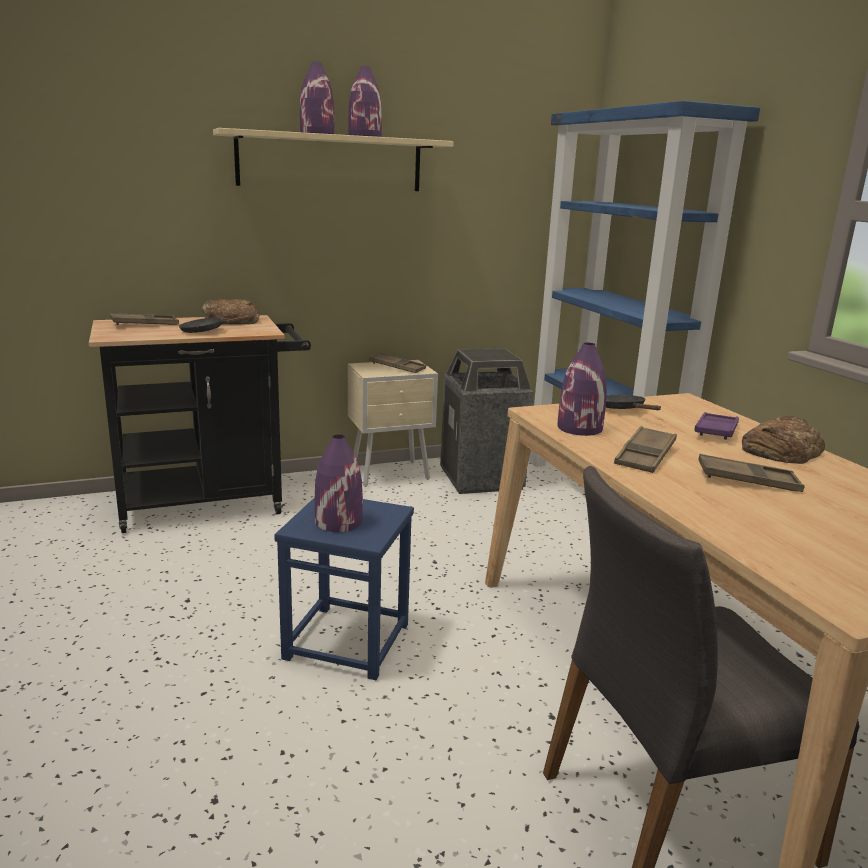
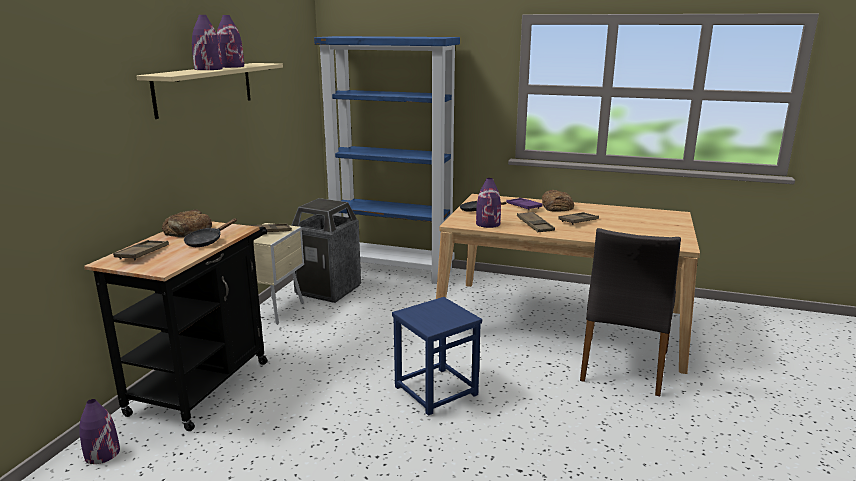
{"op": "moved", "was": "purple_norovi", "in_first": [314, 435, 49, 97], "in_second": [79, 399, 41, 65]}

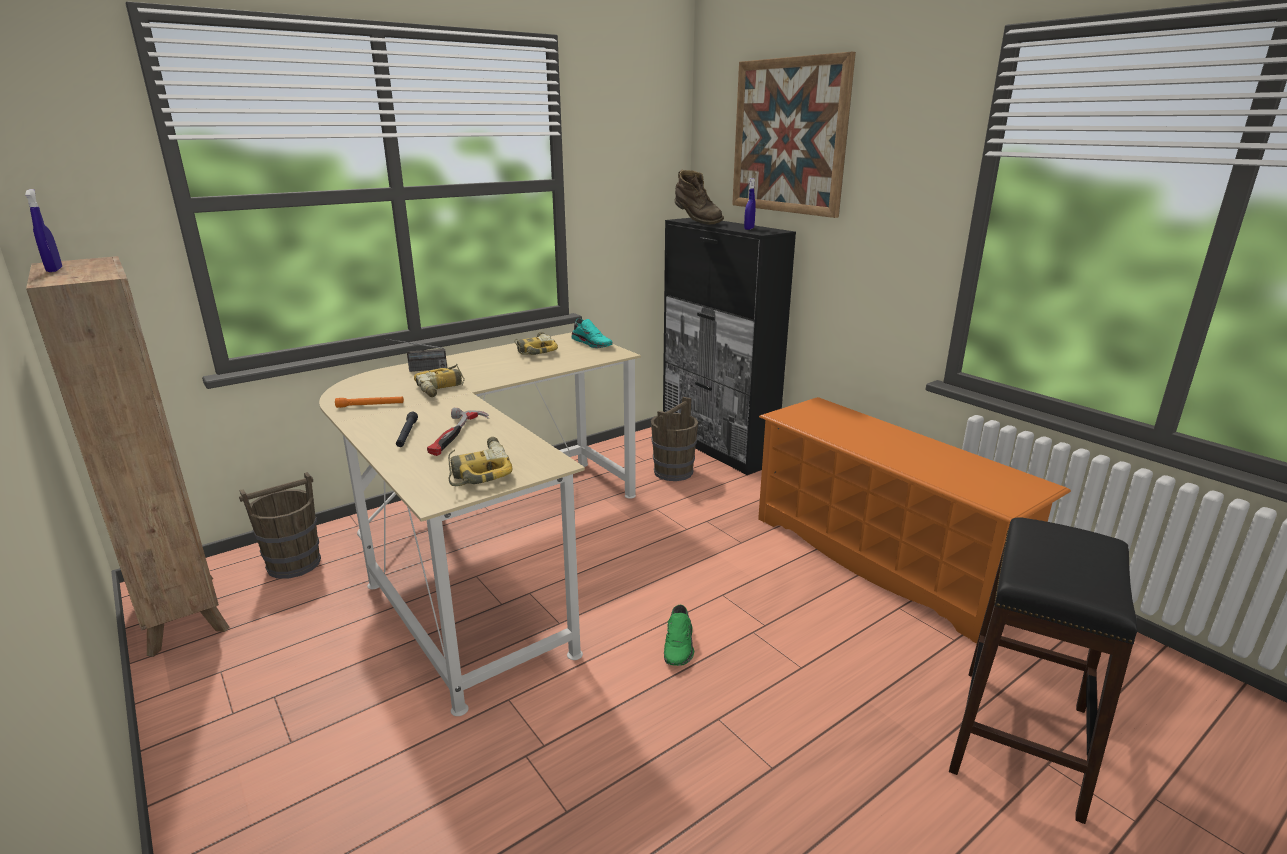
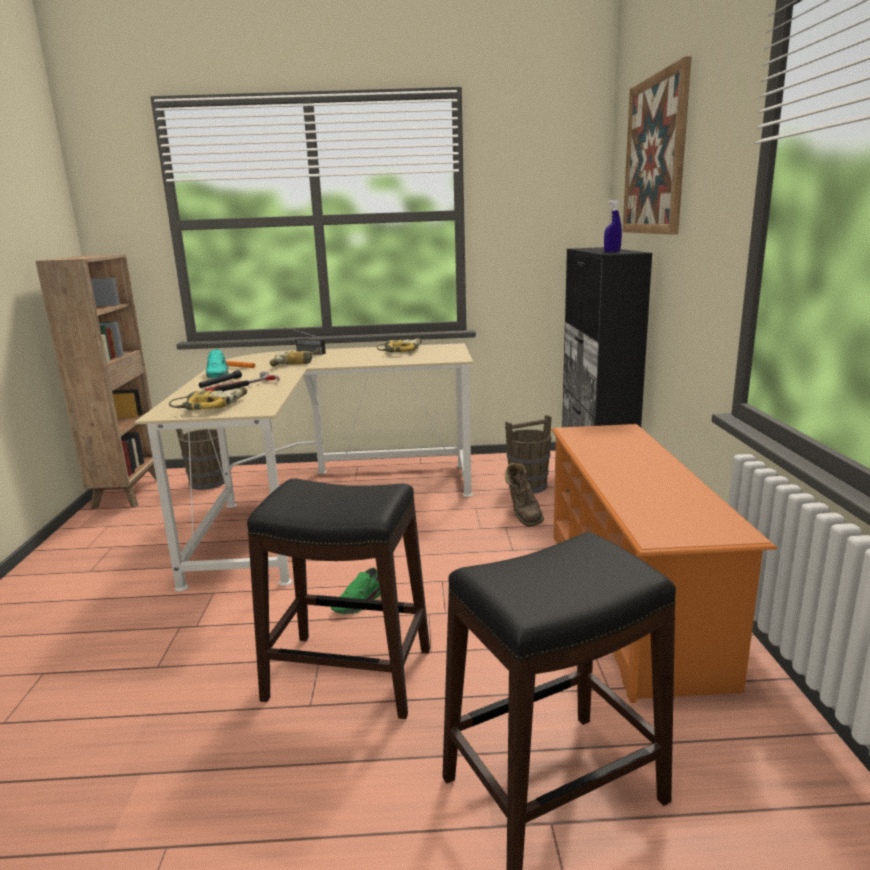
{"op": "moved", "was": "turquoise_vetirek", "in_first": [571, 318, 42, 30], "in_second": [206, 349, 24, 29]}
{"op": "added", "now": "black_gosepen", "in_second": [247, 478, 183, 241]}
{"op": "moved", "was": "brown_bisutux", "in_first": [675, 170, 49, 54], "in_second": [505, 462, 39, 65]}
{"op": "removed", "was": "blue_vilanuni", "in_first": [25, 189, 37, 83]}

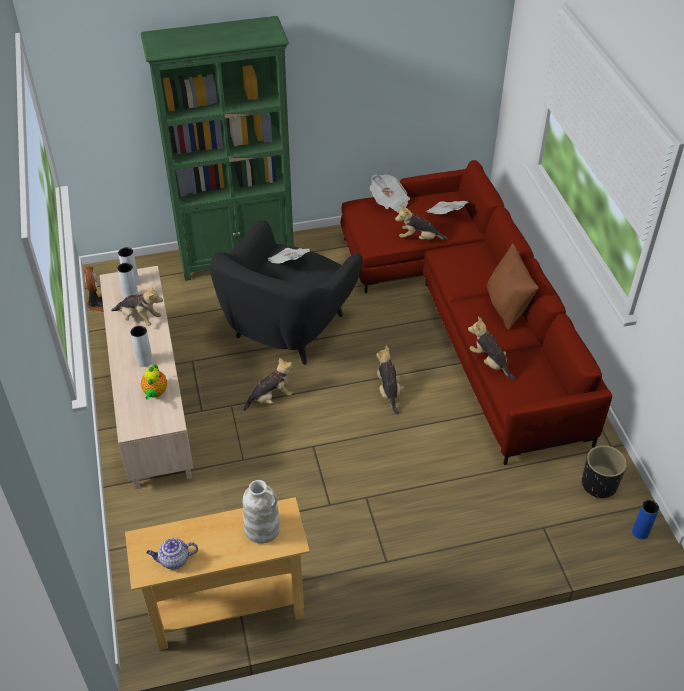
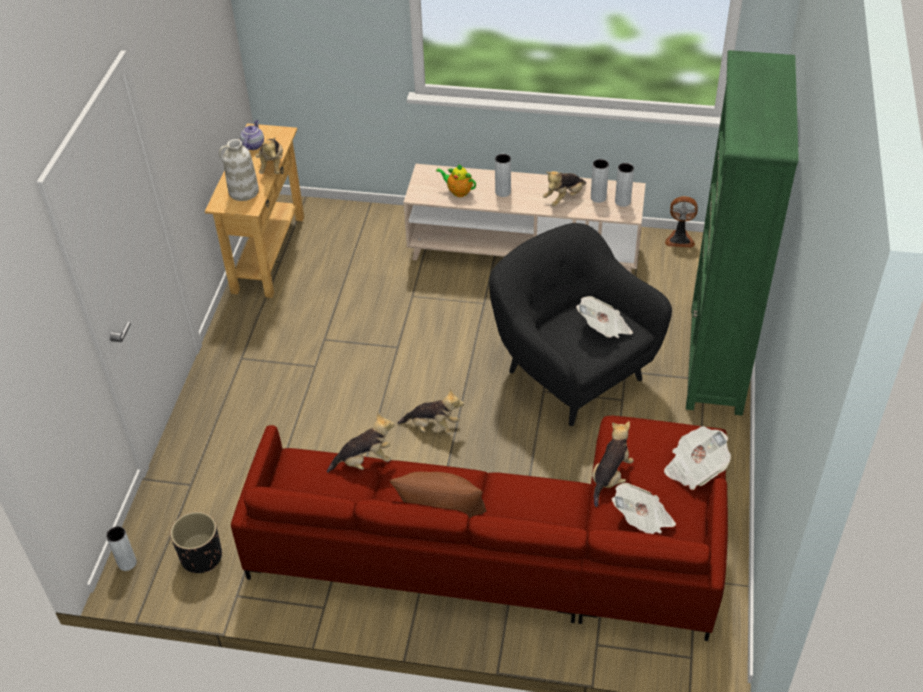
{"op": "recoloured", "was": "blue_norovi", "now": "grey_norovi", "in_first": [632, 500, 27, 39], "in_second": [106, 526, 31, 45]}
{"op": "moved", "was": "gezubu", "in_first": [244, 357, 48, 54], "in_second": [256, 137, 27, 37]}

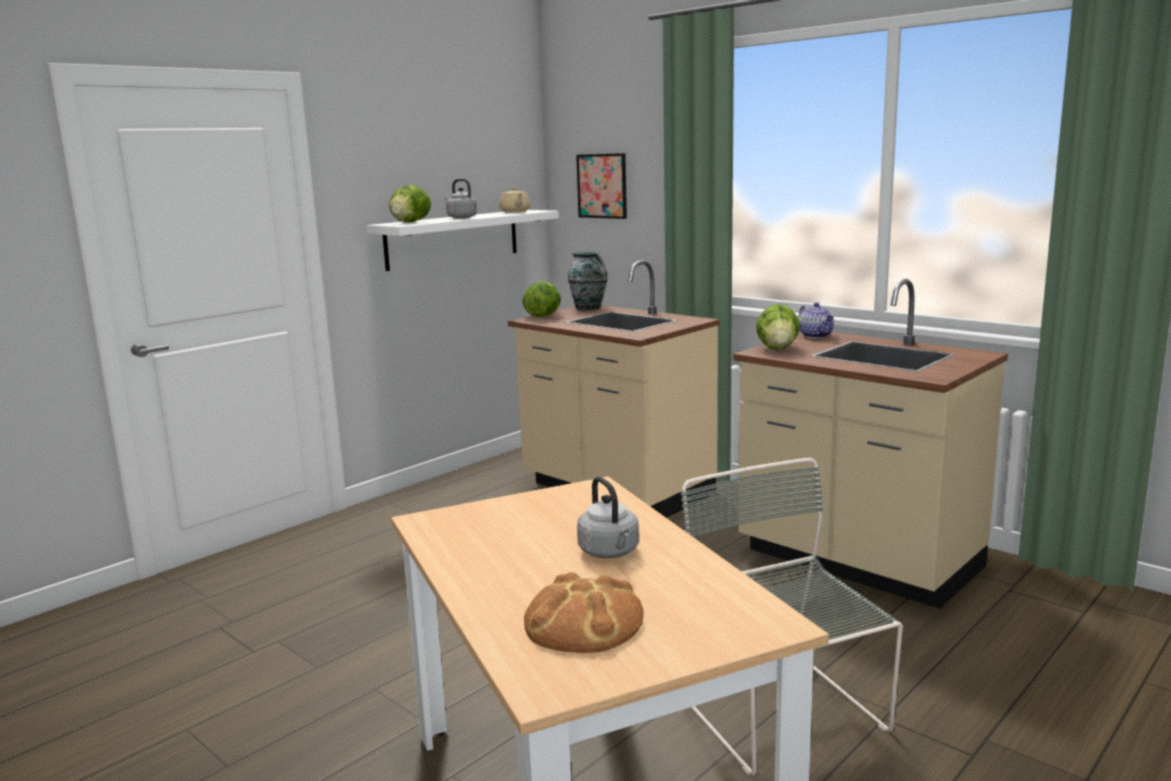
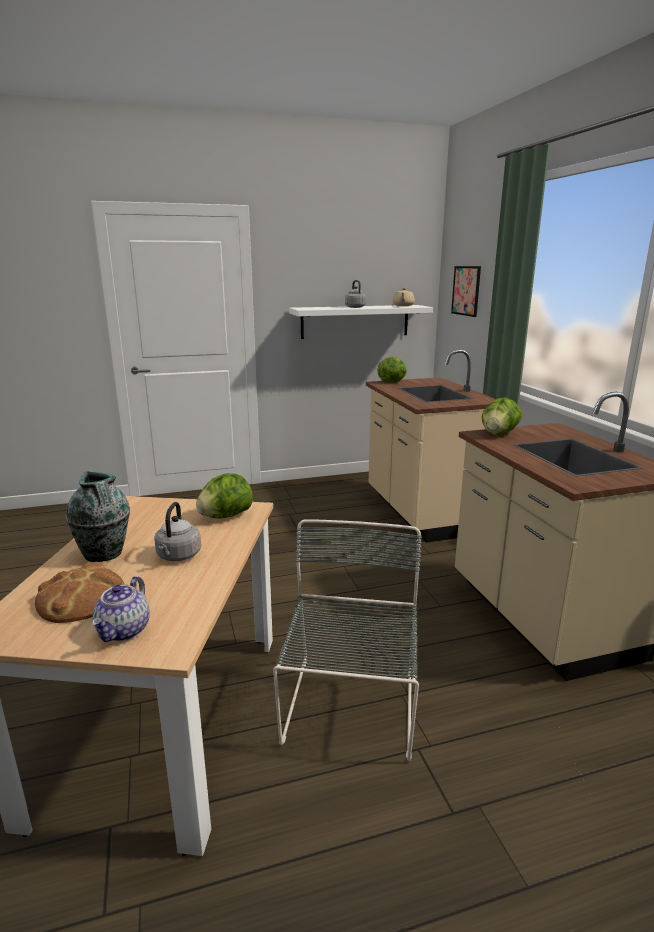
{"op": "moved", "was": "norovi", "in_first": [568, 251, 40, 59], "in_second": [66, 471, 64, 91]}
{"op": "moved", "was": "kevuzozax", "in_first": [799, 302, 35, 36], "in_second": [92, 576, 58, 66]}
{"op": "moved", "was": "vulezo", "in_first": [389, 184, 42, 39], "in_second": [196, 473, 57, 46]}

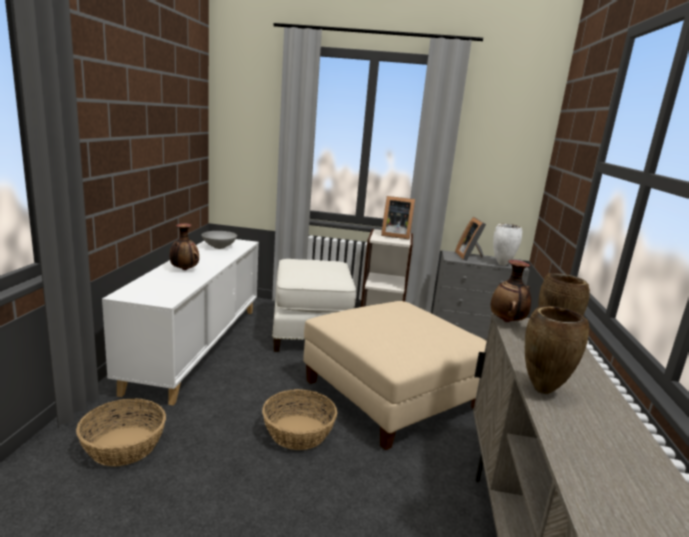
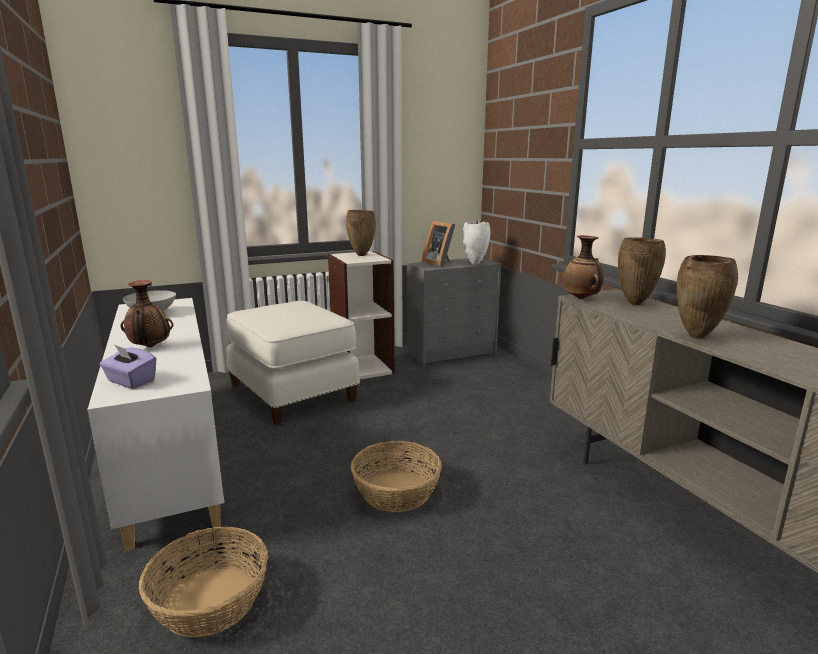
{"op": "added", "now": "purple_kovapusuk", "in_second": [99, 344, 57, 45]}
{"op": "replaced", "was": "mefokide", "now": "brown_norovi", "in_first": [381, 196, 34, 44], "in_second": [346, 210, 30, 46]}
{"op": "removed", "was": "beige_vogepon", "in_first": [303, 301, 184, 149]}

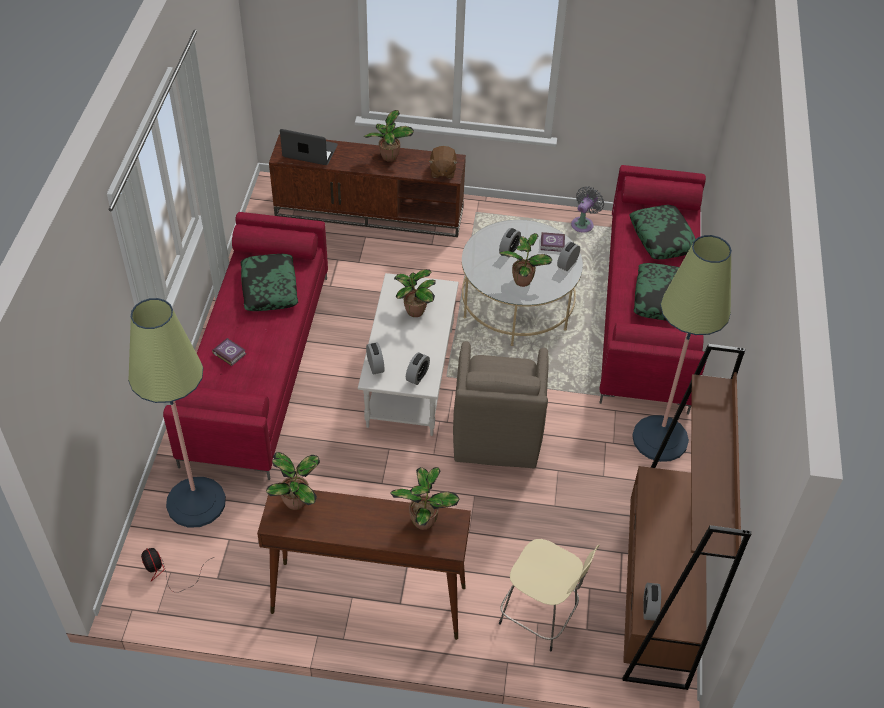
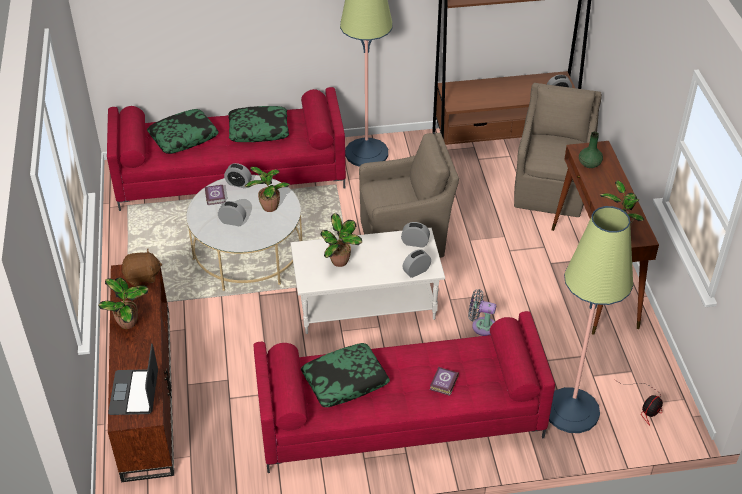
{"op": "moved", "was": "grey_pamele", "in_first": [571, 186, 33, 47], "in_second": [468, 289, 28, 47]}
{"op": "replaced", "was": "beige_gosepen", "now": "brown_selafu", "in_first": [499, 539, 101, 112], "in_second": [514, 83, 88, 134]}
{"op": "replaced", "was": "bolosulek", "now": "green_norovi", "in_first": [390, 467, 69, 63], "in_second": [579, 132, 24, 36]}

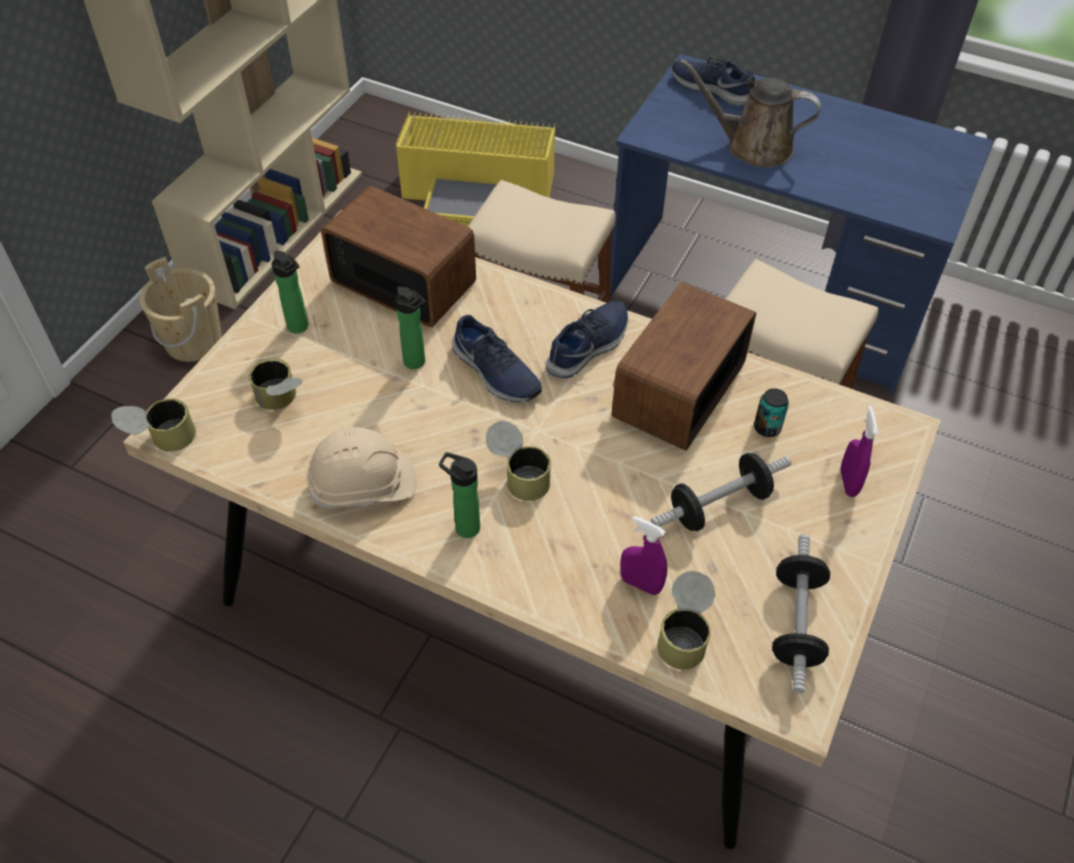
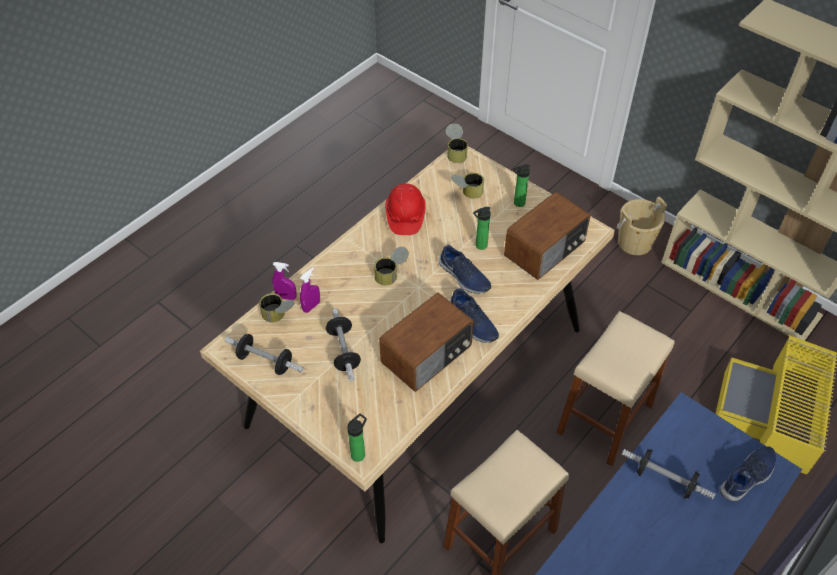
{"op": "moved", "was": "purple_vilanuni", "in_first": [840, 405, 38, 92], "in_second": [272, 262, 25, 38]}
{"op": "moved", "was": "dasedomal", "in_first": [439, 452, 41, 86], "in_second": [347, 414, 20, 48]}
{"op": "turned", "was": "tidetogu", "in_first": [611, 282, 145, 169], "in_second": [379, 293, 95, 99], "clockwise": 90}
{"op": "recoloured", "was": "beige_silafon", "now": "red_silafon", "in_first": [307, 427, 110, 81], "in_second": [386, 183, 40, 52]}
{"op": "turned", "was": "blue_vetirek", "in_first": [452, 315, 90, 87], "in_second": [439, 245, 52, 49], "clockwise": -105}
{"op": "replaced", "was": "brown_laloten", "now": "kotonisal", "in_first": [679, 59, 142, 109], "in_second": [622, 449, 93, 50]}
{"op": "removed", "was": "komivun", "in_first": [754, 388, 35, 49]}

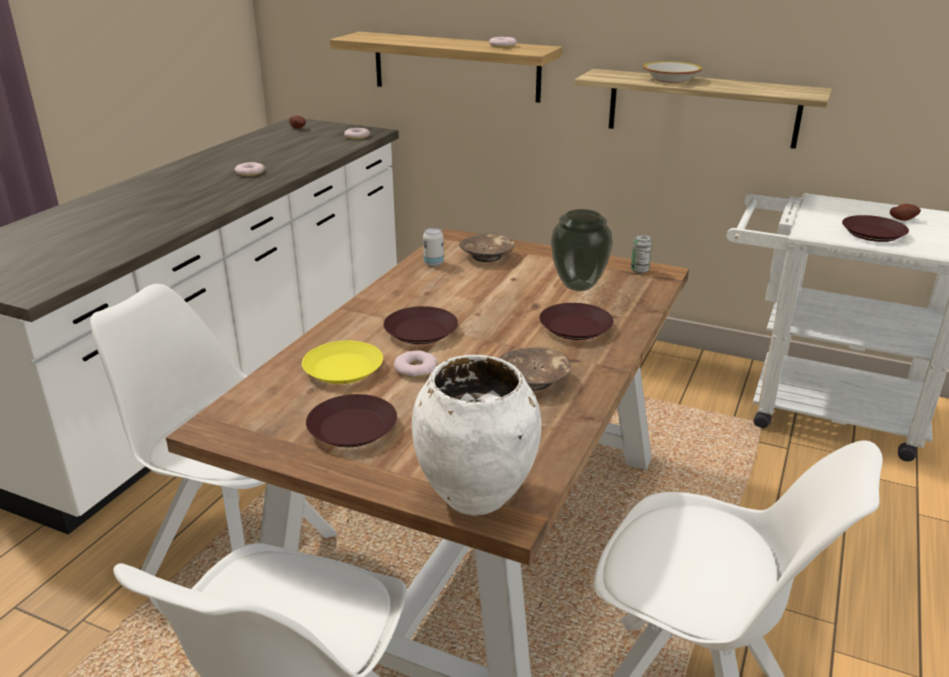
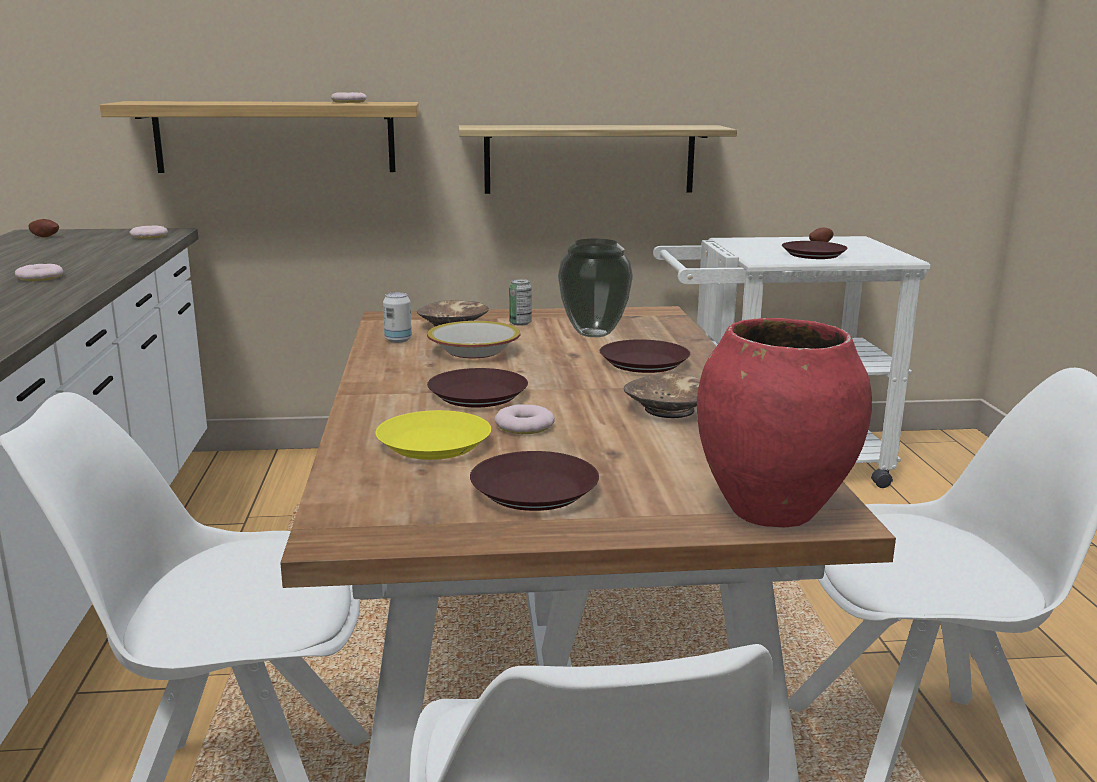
{"op": "moved", "was": "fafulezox", "in_first": [643, 61, 59, 22], "in_second": [427, 321, 94, 37]}
{"op": "moved", "was": "komivun", "in_first": [631, 235, 21, 38], "in_second": [509, 279, 23, 47]}
{"op": "recoloured", "was": "white_norovi", "now": "red_norovi", "in_first": [412, 355, 130, 161], "in_second": [697, 318, 175, 209]}

